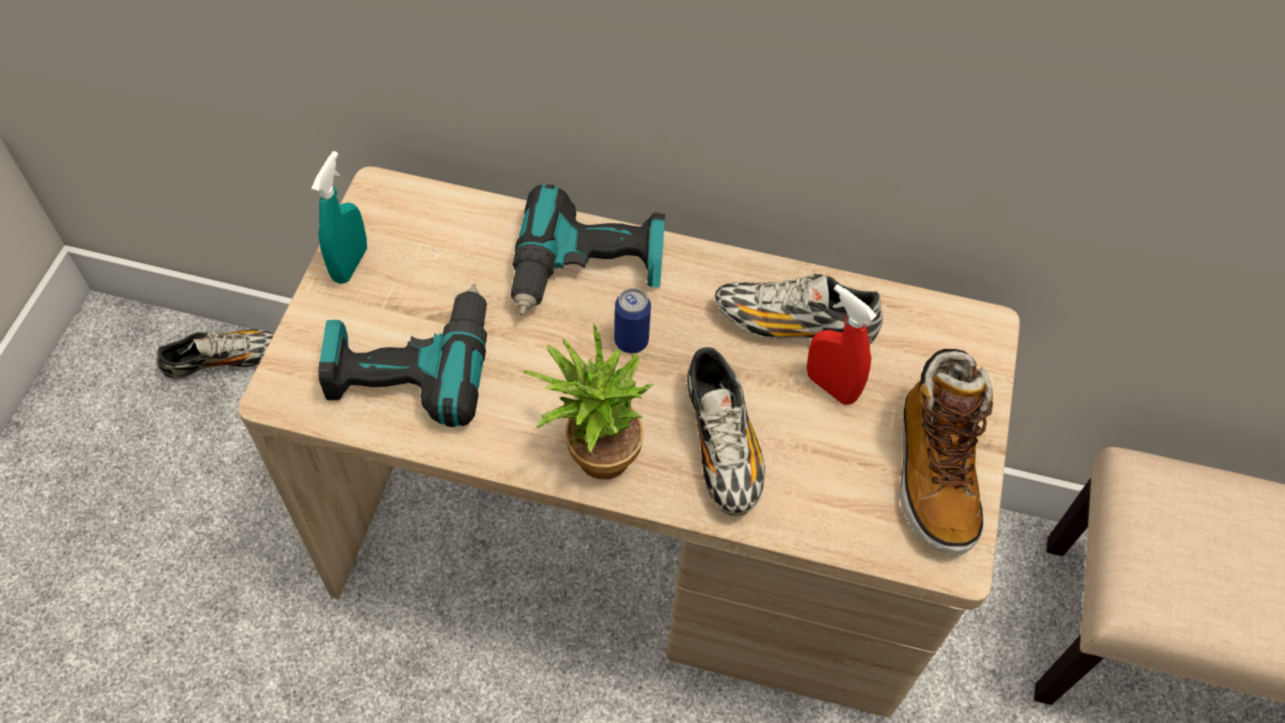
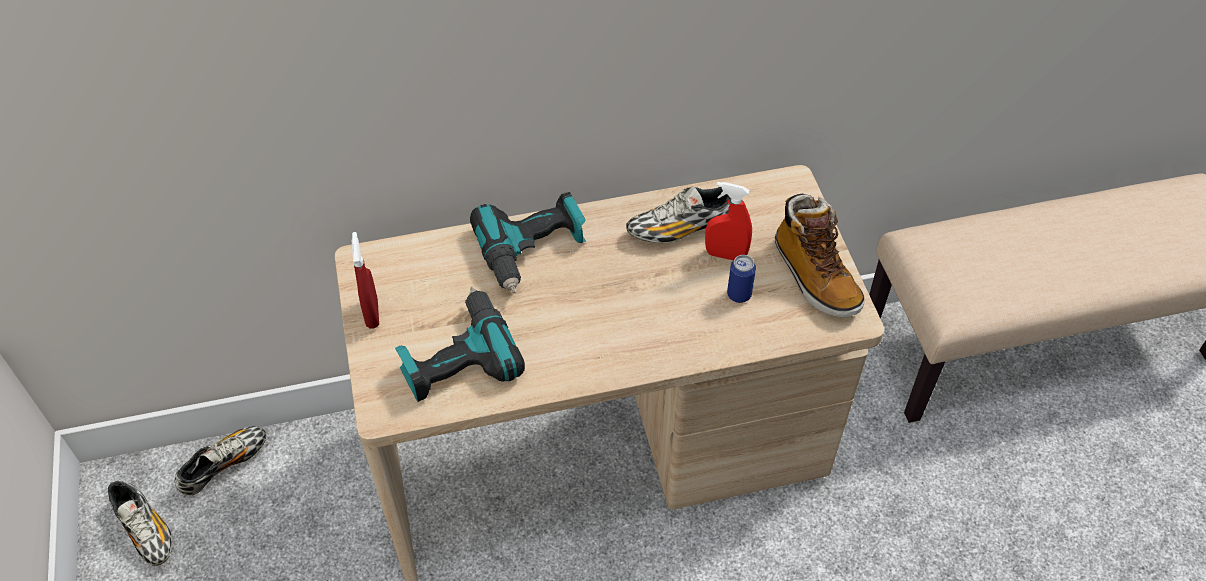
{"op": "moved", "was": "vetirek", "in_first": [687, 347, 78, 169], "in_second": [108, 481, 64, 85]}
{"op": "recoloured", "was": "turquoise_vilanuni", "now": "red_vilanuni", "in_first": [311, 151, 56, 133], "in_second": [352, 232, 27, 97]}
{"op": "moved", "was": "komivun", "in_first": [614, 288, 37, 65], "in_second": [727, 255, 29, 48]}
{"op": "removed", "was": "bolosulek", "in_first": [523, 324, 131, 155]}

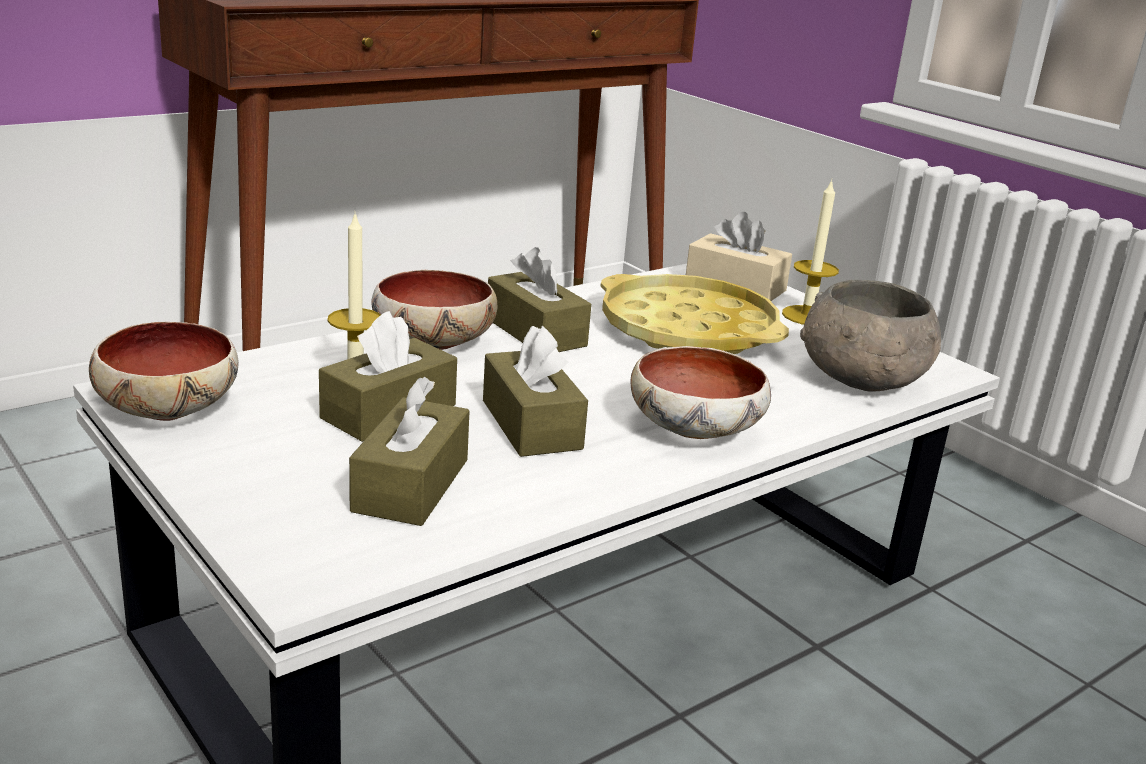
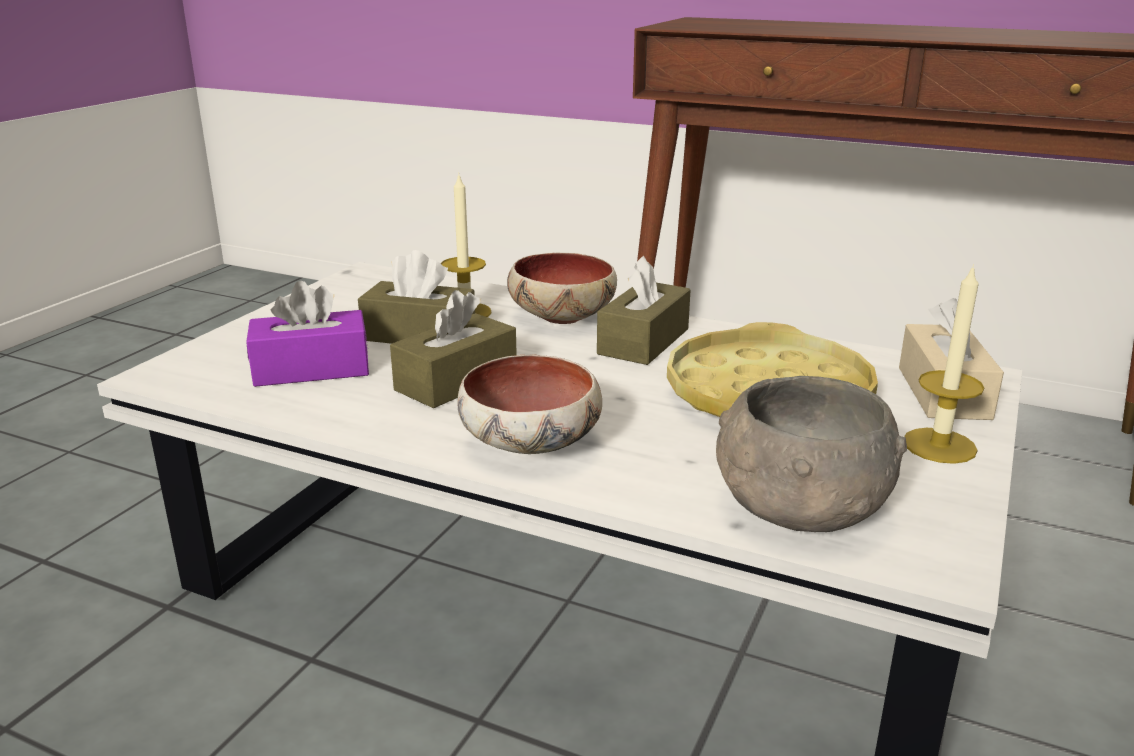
{"op": "recoloured", "was": "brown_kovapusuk", "now": "purple_kovapusuk", "in_first": [349, 377, 120, 149], "in_second": [246, 281, 123, 106]}
{"op": "removed", "was": "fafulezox", "in_first": [89, 322, 150, 99]}

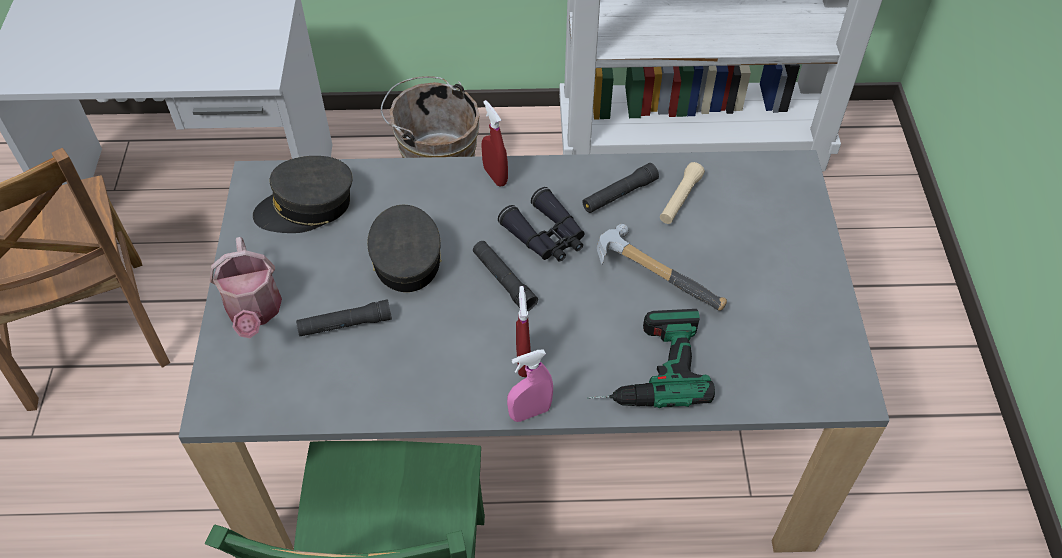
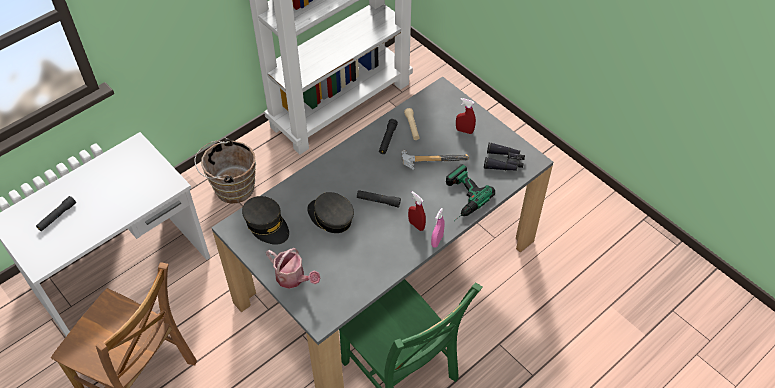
{"op": "moved", "was": "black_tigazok", "in_first": [296, 299, 96, 37], "in_second": [36, 196, 40, 35]}
{"op": "turned", "was": "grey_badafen", "in_first": [253, 156, 100, 77], "in_second": [242, 196, 47, 49], "clockwise": -75}
{"op": "moved", "was": "red_vilanuni", "in_first": [481, 100, 27, 87], "in_second": [456, 98, 20, 36]}
{"op": "moved", "was": "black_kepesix", "in_first": [498, 187, 87, 75], "in_second": [484, 142, 41, 29]}

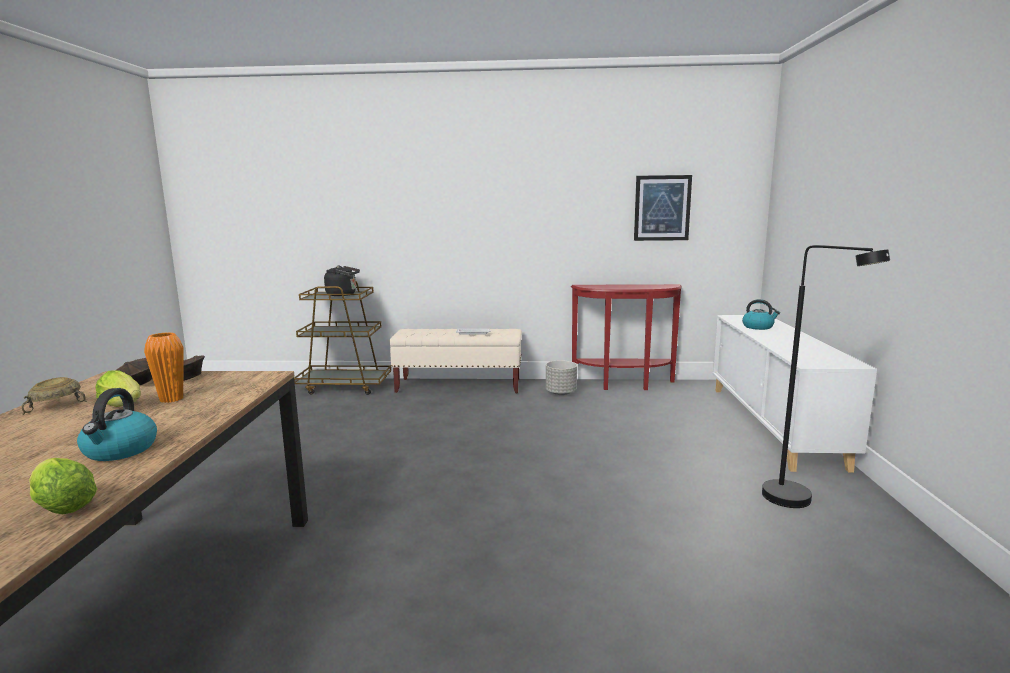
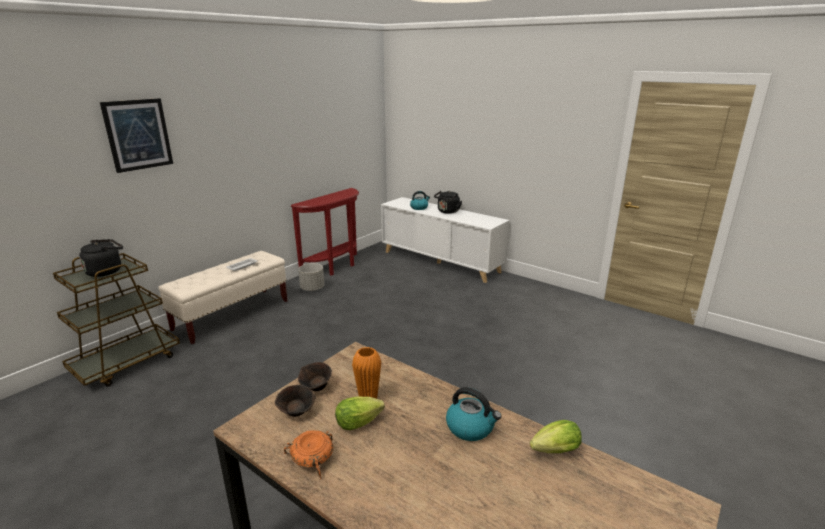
{"op": "moved", "was": "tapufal", "in_first": [634, 175, 58, 66], "in_second": [100, 98, 73, 75]}
{"op": "recoloured", "was": "beige_fafulezox", "now": "orange_fafulezox", "in_first": [22, 377, 65, 38], "in_second": [284, 430, 49, 49]}
{"op": "added", "now": "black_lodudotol", "in_second": [434, 191, 28, 23]}
{"op": "removed", "was": "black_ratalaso", "in_first": [762, 245, 128, 263]}

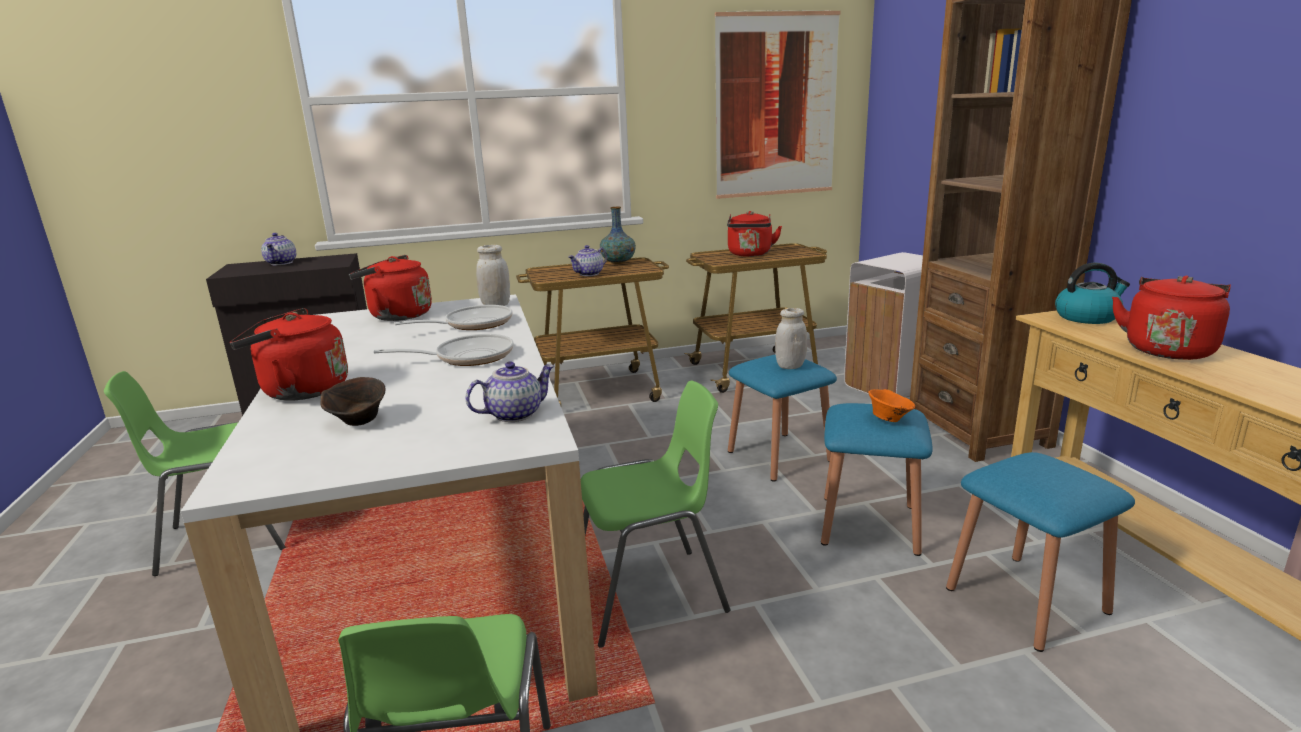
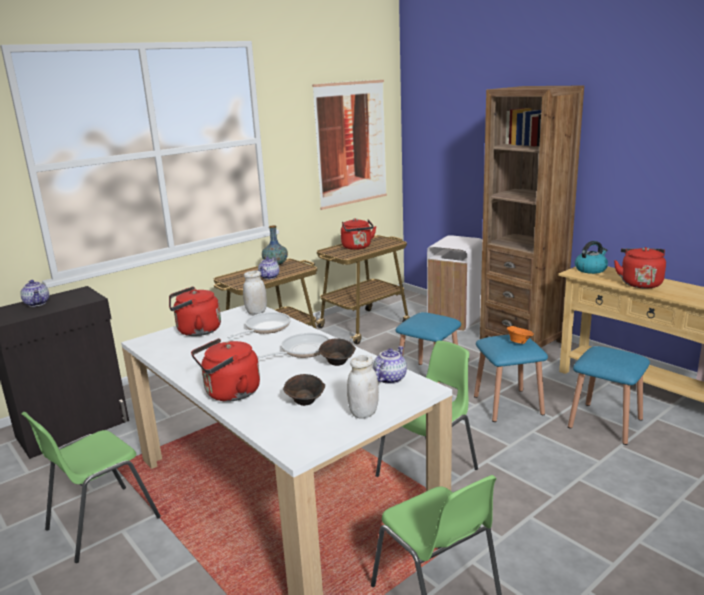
{"op": "added", "now": "brown_fafulezox", "in_second": [319, 338, 37, 28]}
{"op": "moved", "was": "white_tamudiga", "in_first": [775, 308, 32, 61], "in_second": [347, 355, 32, 63]}

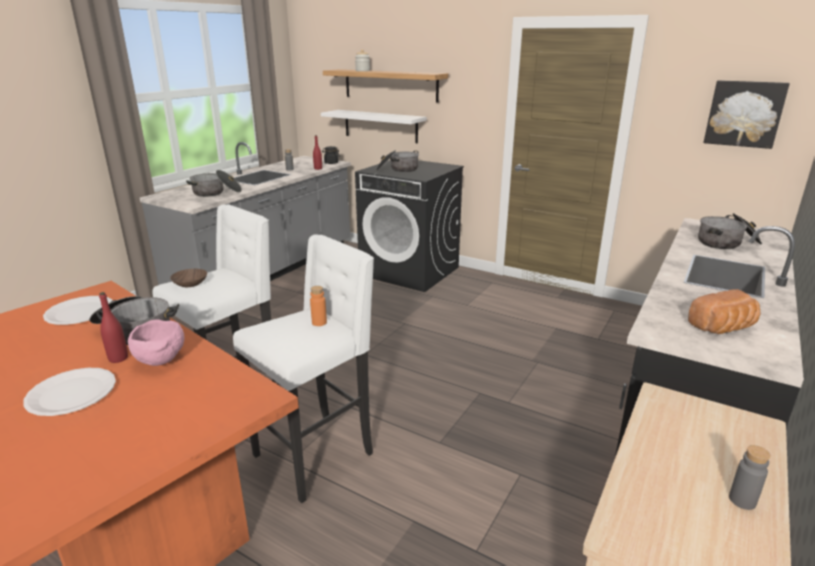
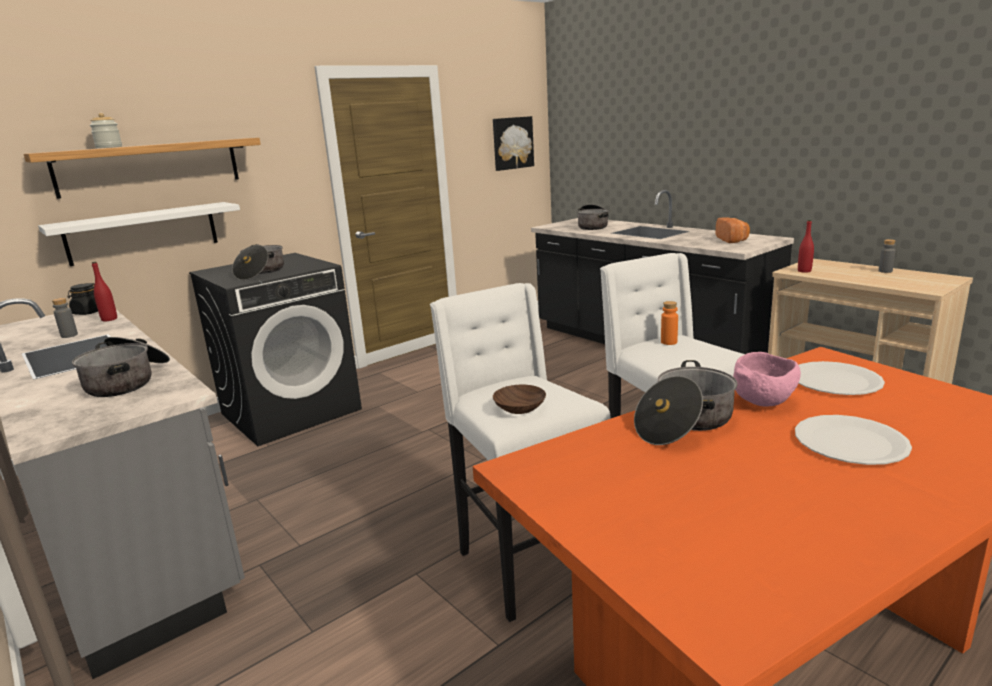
{"op": "moved", "was": "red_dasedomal", "in_first": [99, 292, 29, 71], "in_second": [798, 220, 16, 53]}
{"op": "moved", "was": "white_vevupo", "in_first": [43, 296, 70, 29], "in_second": [798, 361, 87, 34]}

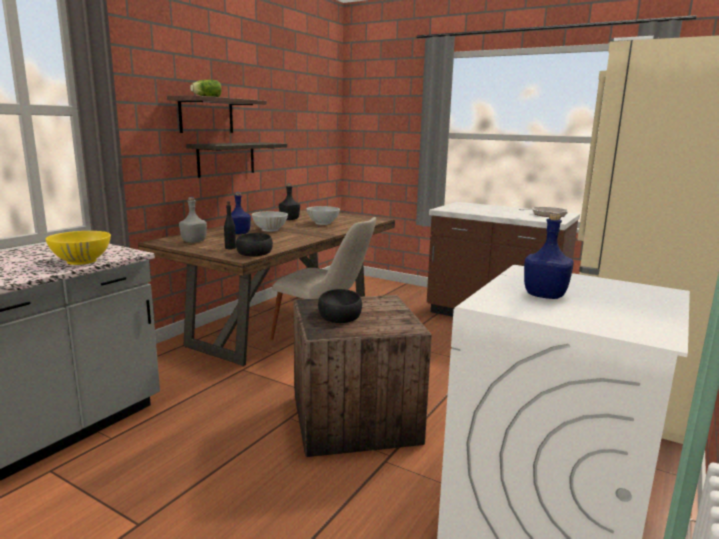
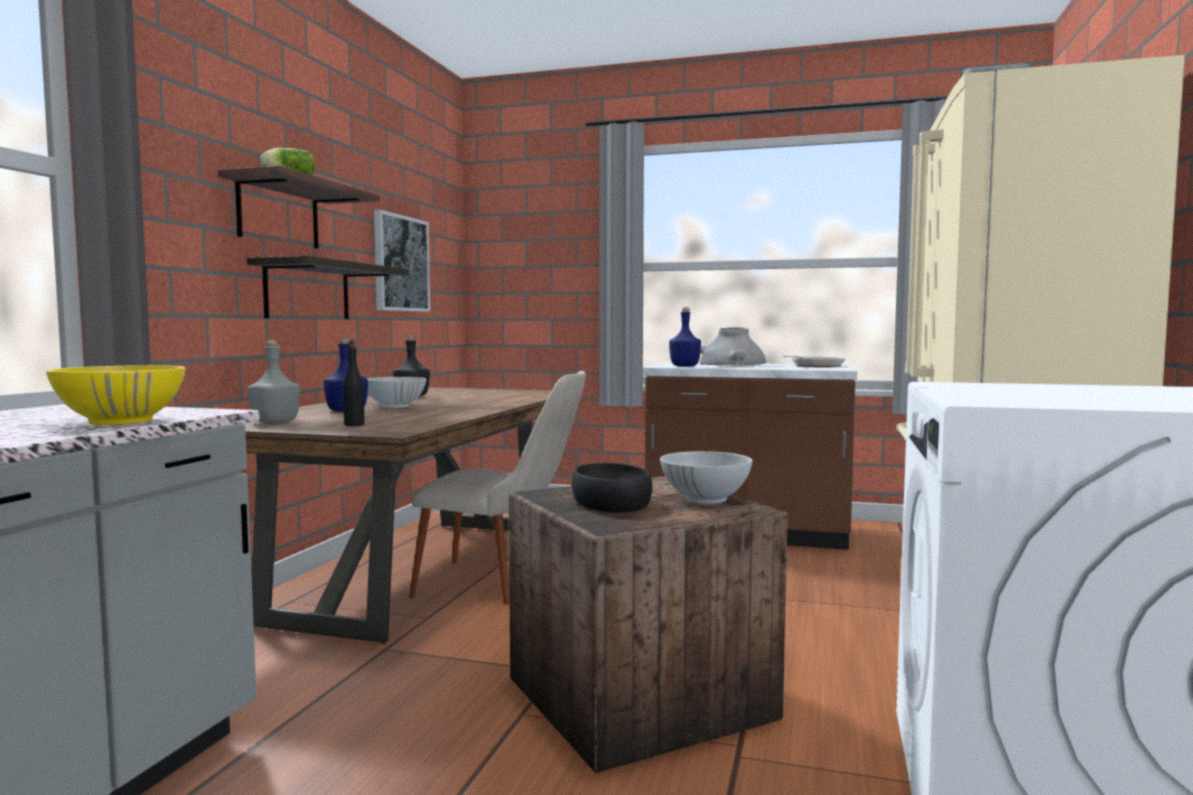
{"op": "added", "now": "tapufal", "in_second": [374, 210, 56, 102]}
{"op": "moved", "was": "white_fafulezox", "in_first": [307, 206, 33, 19], "in_second": [660, 451, 93, 53]}
{"op": "moved", "was": "blue_dasedomal", "in_first": [524, 212, 50, 87], "in_second": [669, 308, 32, 59]}
{"op": "added", "now": "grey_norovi", "in_second": [700, 327, 66, 38]}
{"op": "removed", "was": "black_fafulezox", "in_first": [236, 233, 37, 23]}

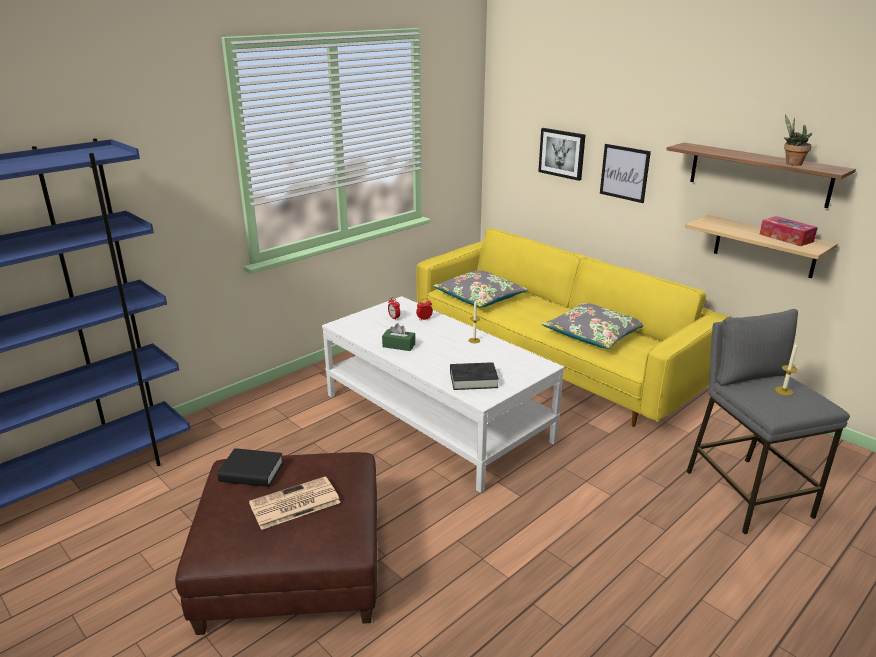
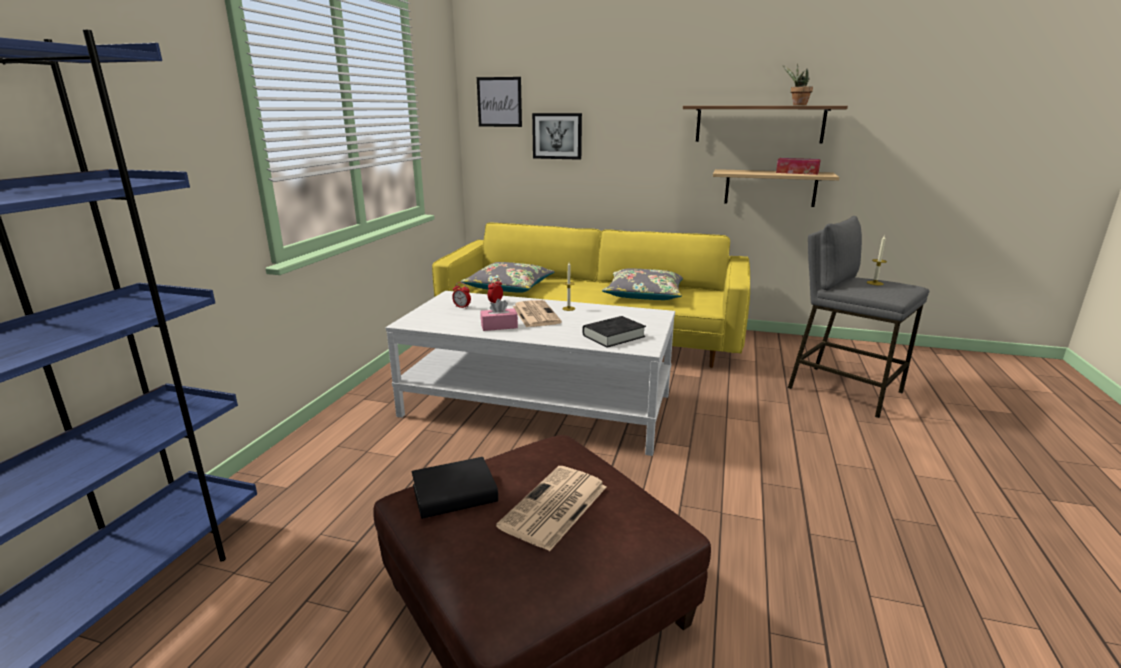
{"op": "moved", "was": "tapufal", "in_first": [600, 144, 51, 59], "in_second": [477, 77, 45, 50]}
{"op": "recoloured", "was": "green_kovapusuk", "now": "pink_kovapusuk", "in_first": [382, 323, 33, 28], "in_second": [481, 299, 37, 32]}
{"op": "added", "now": "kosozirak", "in_second": [513, 300, 49, 27]}

